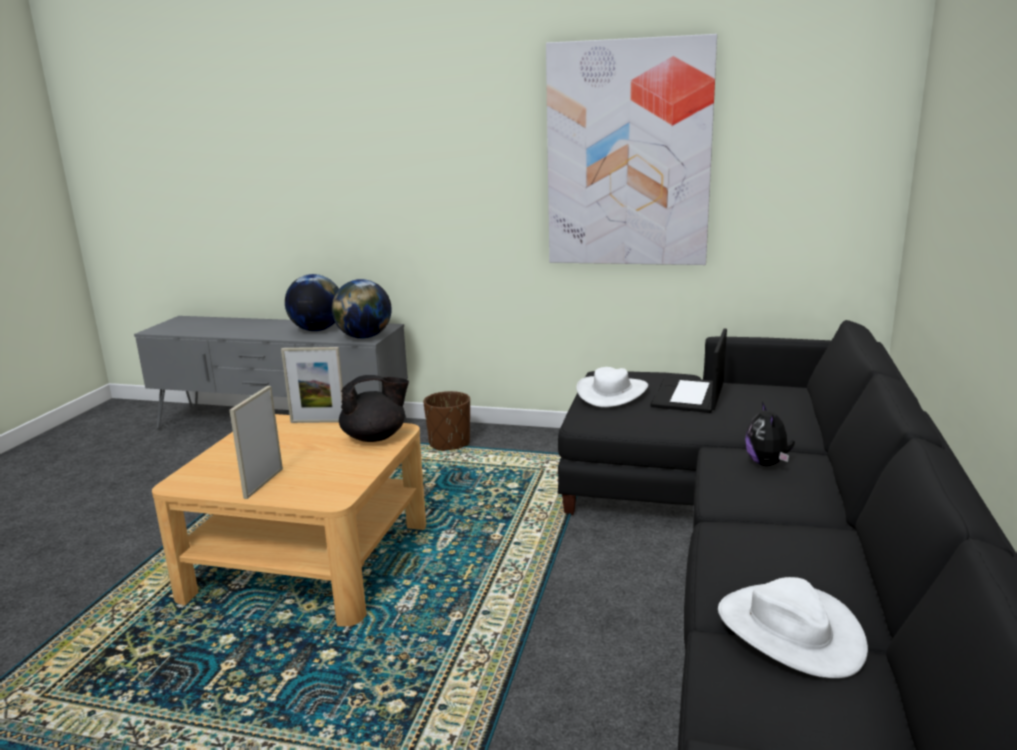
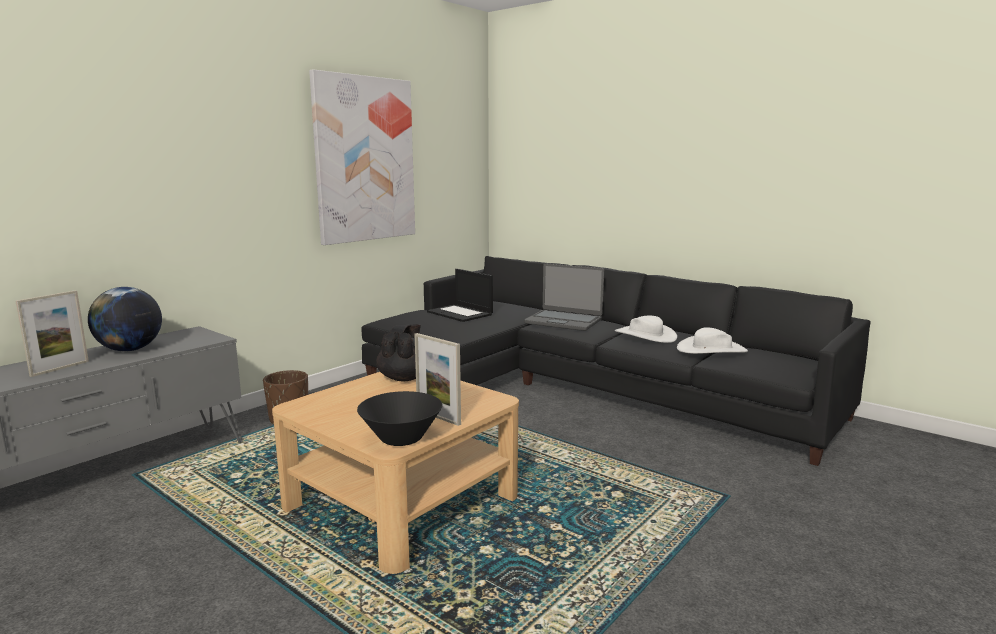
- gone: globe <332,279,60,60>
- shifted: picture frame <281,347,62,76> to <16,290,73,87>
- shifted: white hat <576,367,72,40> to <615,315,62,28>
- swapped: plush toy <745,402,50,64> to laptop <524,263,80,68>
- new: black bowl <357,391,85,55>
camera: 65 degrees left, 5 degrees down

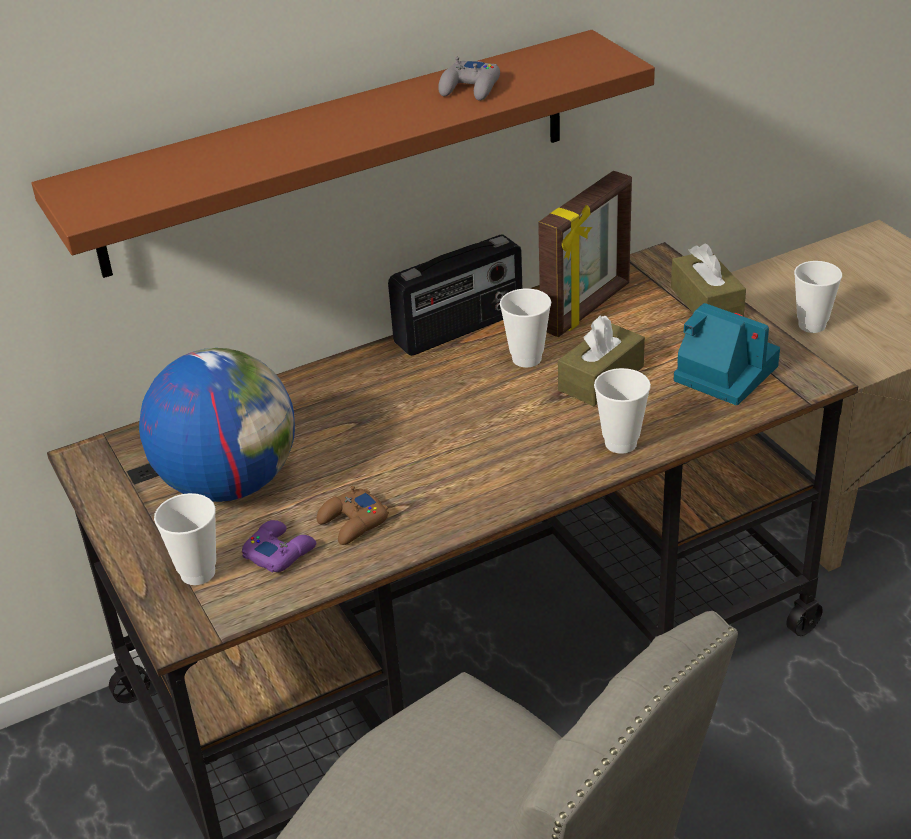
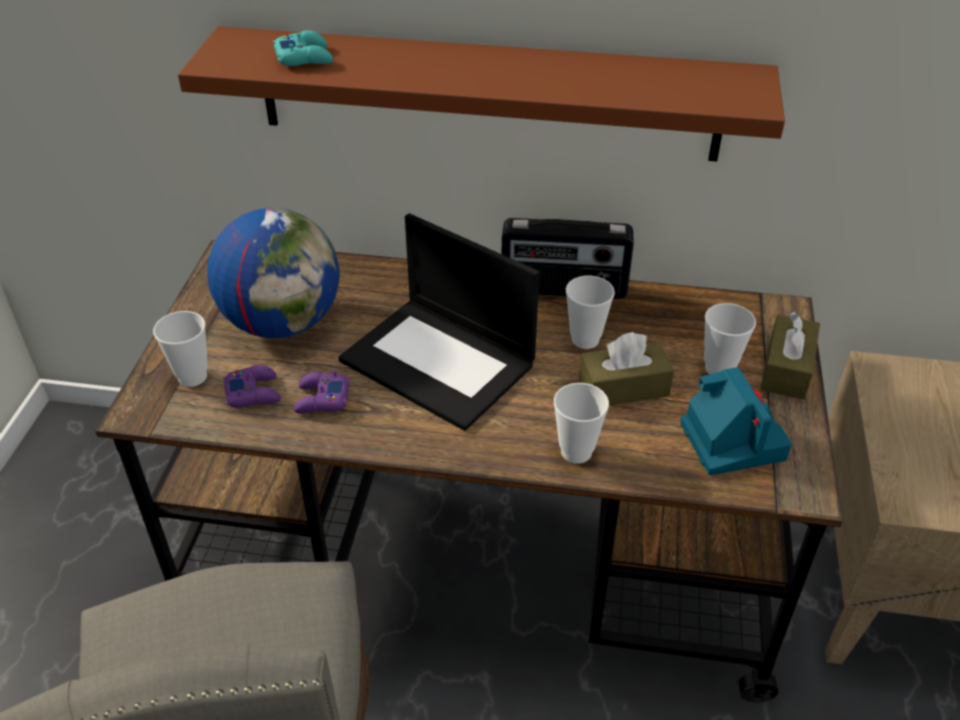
- gone: grey game controller <438,57,62,43>
- gone: picture frame <538,171,94,166>
- shifted: cup <794,261,48,72> to <704,303,52,71>
- repainted: brown game controller <317,486,72,59> to purple game controller <294,370,56,44>
- new: turquoise game controller <273,30,60,36>
- new: laptop <338,213,201,218>
camera: 35 degrees right, 5 degrees up

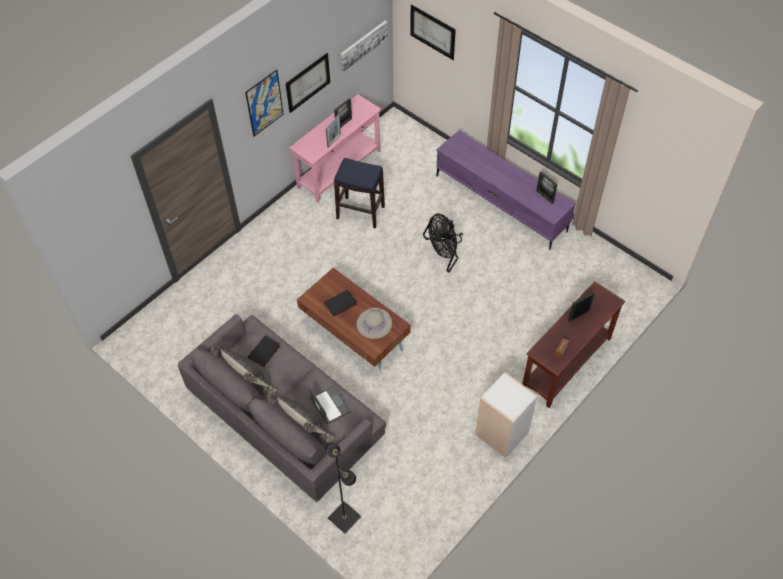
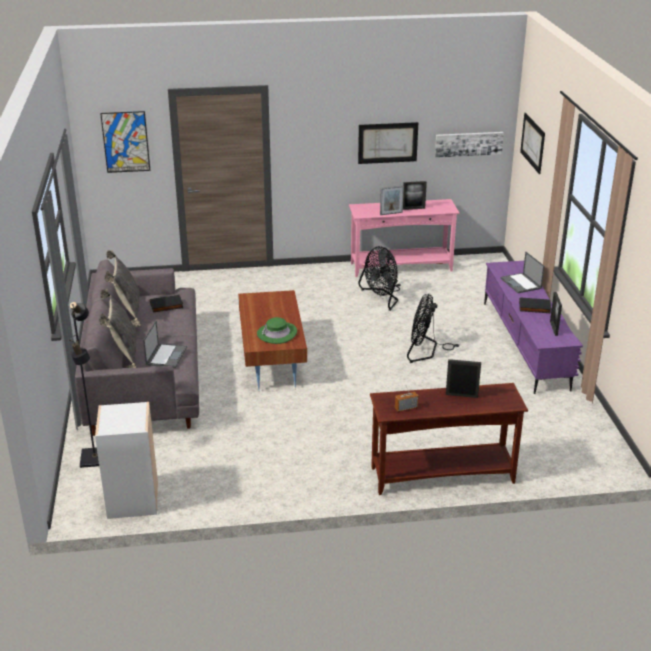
- shifted: picture <245,70,39,66> to <100,111,50,62>
- swapped: stool <334,158,51,71> to black fan <359,246,41,65>
- shifted: black book <324,290,33,27> to <519,298,32,15>
- repainted: beige hat <357,308,35,31> to green hat <257,317,40,27>
- shifted: bookcase <475,372,62,86> to <95,402,63,117>
- new: laptop <500,252,44,41>
camera: 40 degrees right, 25 degrees down

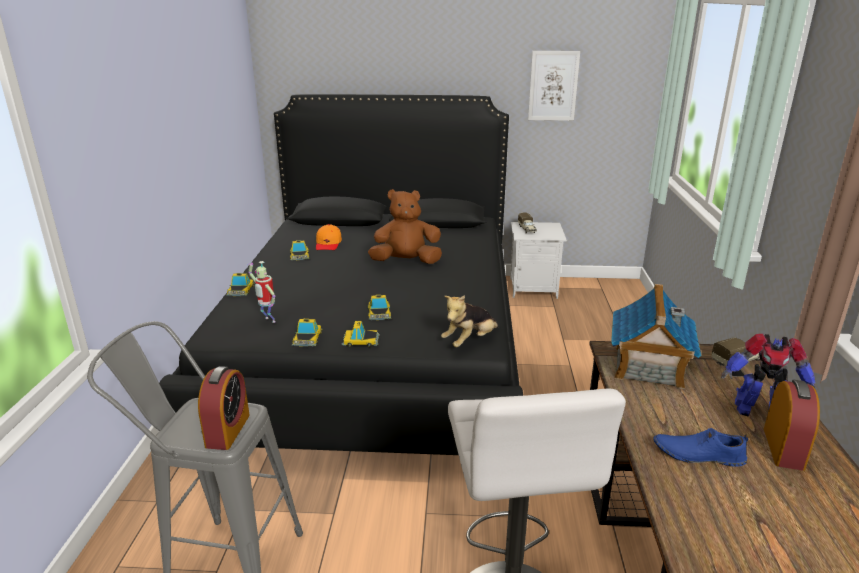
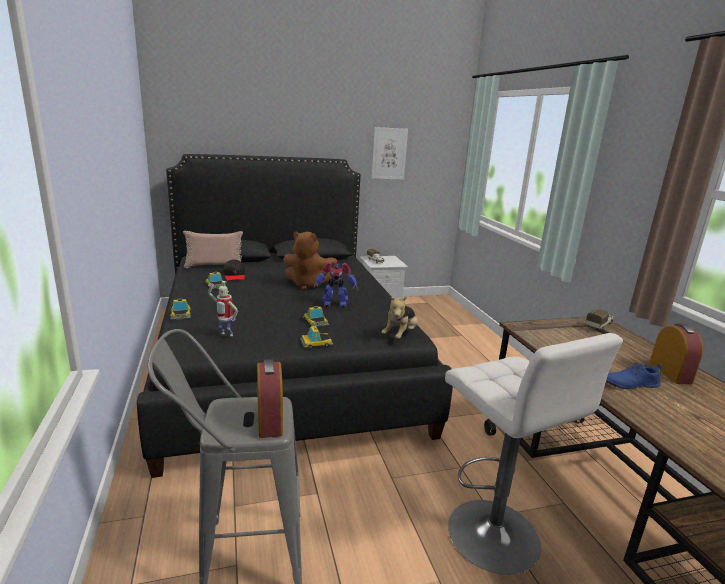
- rotated: brown plush toy <368,189,74,75> = <283,232,54,59> 135 degrees counterclockwise
- repainted: orange cap <316,224,26,26> to black cap <223,259,22,22>
- gone: toy house <611,284,90,105>
- gone: toy car <292,319,30,28>
- shifted: toy robot <721,334,96,83> to <314,262,44,45>
- new: beige pillow <183,231,60,37>
camera: 20 degrees left, 5 degrees down

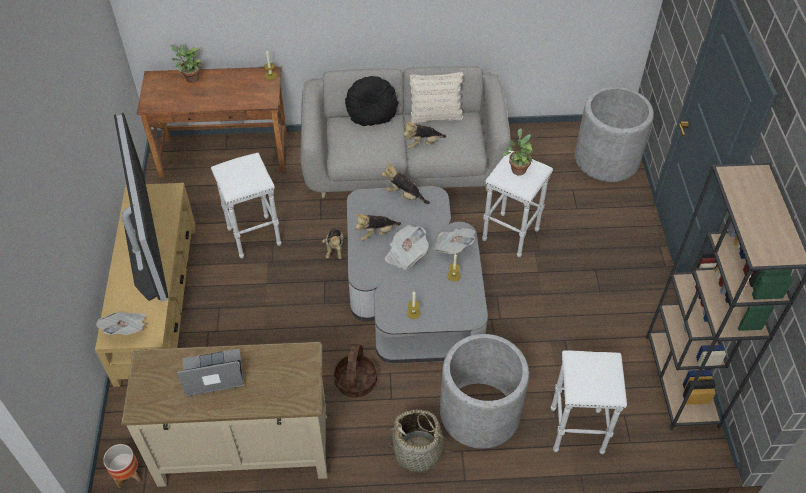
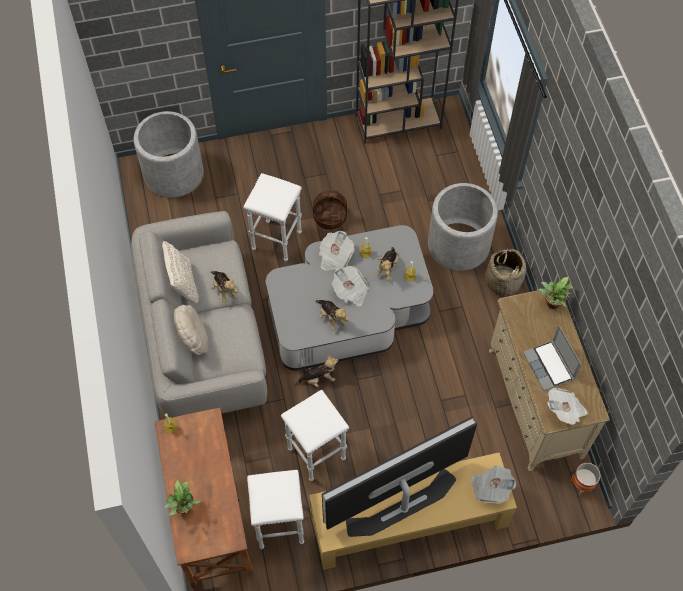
- repainted: black pillow <345,76,53,50> to beige pillow <174,305,35,50>
- shifted: potted plant <503,128,31,48> to <538,277,35,32>
- shifted: plush toy <381,162,49,42> to <376,247,22,34>
- shifted: basket <334,344,43,53> to <313,191,34,39>
- shifted: white stool <551,350,76,104> to <247,470,57,79>
- new: newspaper <547,388,41,37>
camera: 100 degrees left, 10 degrees up

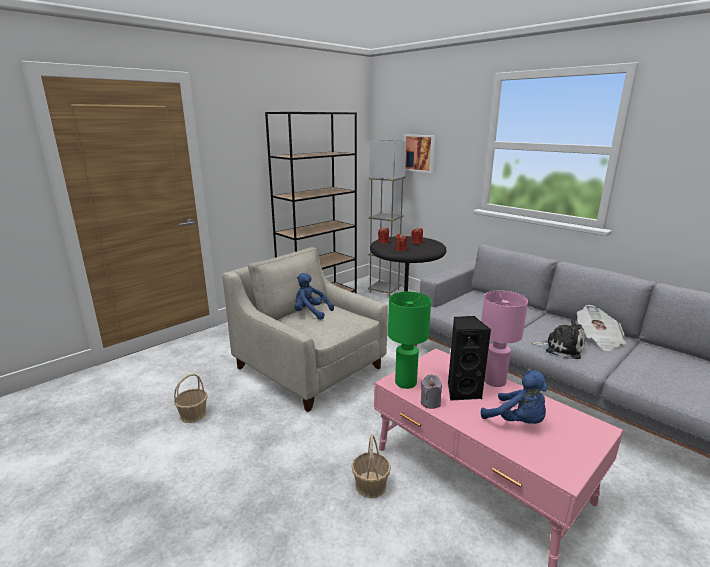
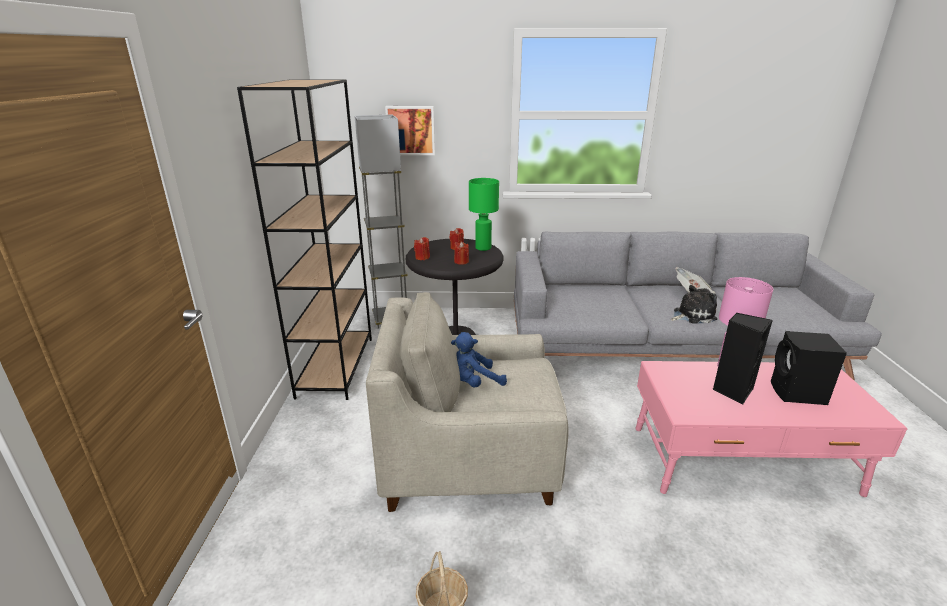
- shifted: green table lamp <388,291,43,98> to <469,178,30,73>
- swapped: blue plush toy <481,370,67,54> to black speaker <771,331,76,74>
- gone: grey candle <421,374,21,35>
- gone: basket <352,434,39,64>
camera: 45 degrees left, 5 degrees up

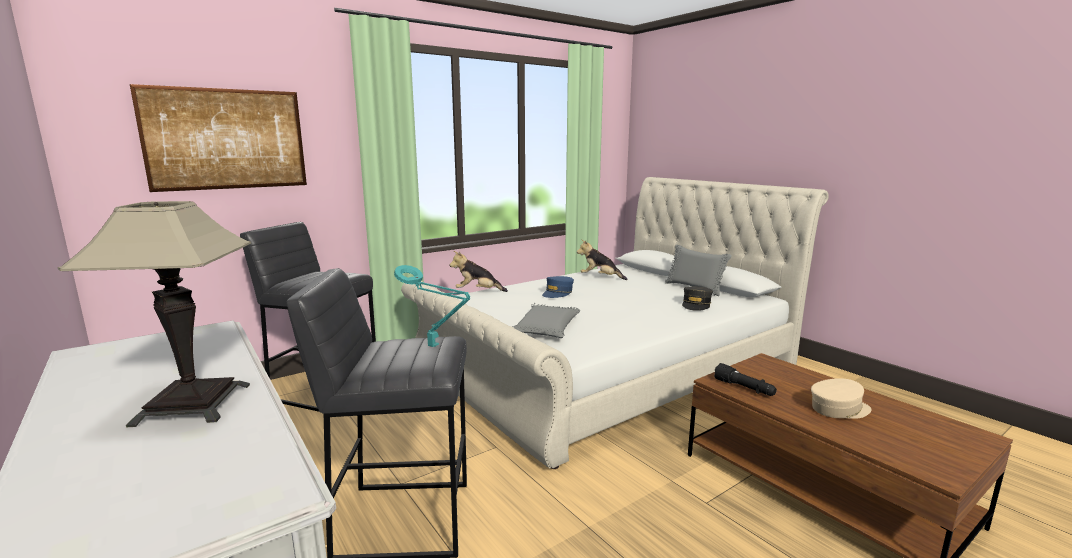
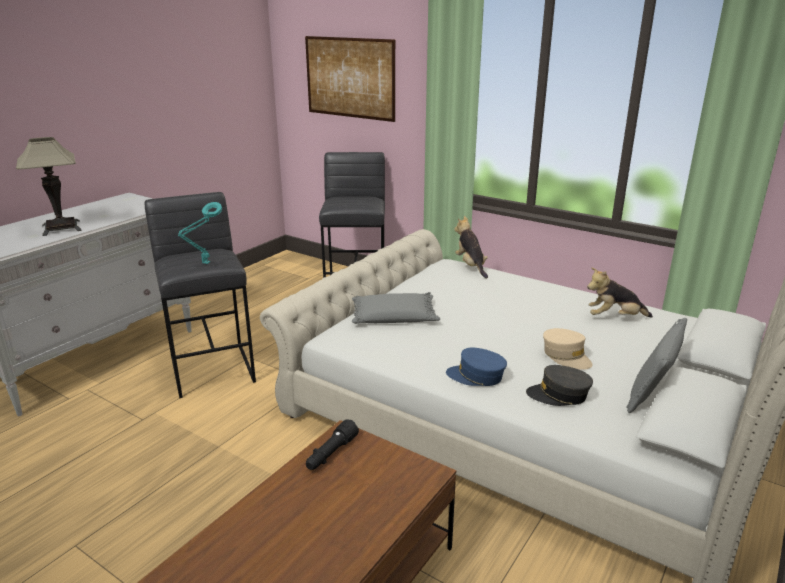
- rotated: plush toy <577,240,50,40> = <587,267,66,51> 90 degrees counterclockwise
- shifted: blue cap <542,276,32,22> to <446,348,61,38>
- shifted: beige cap <811,378,61,41> to <543,328,50,42>
camera: 70 degrees right, 10 degrees up

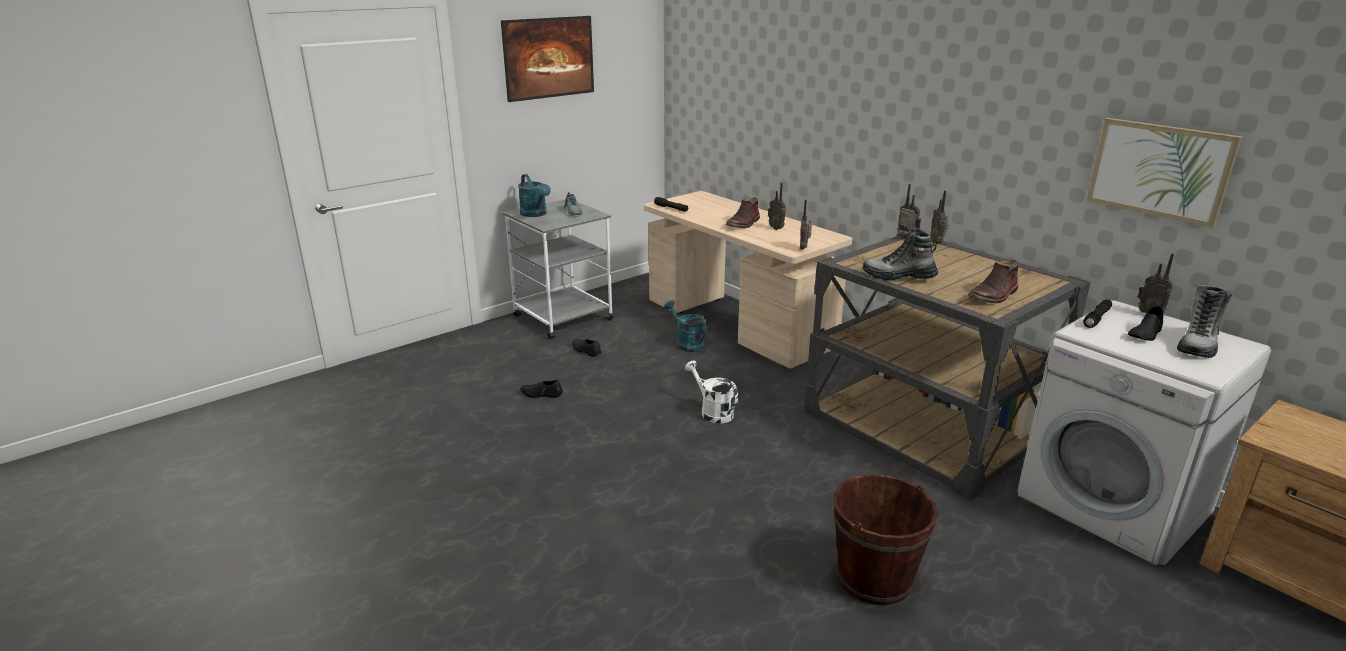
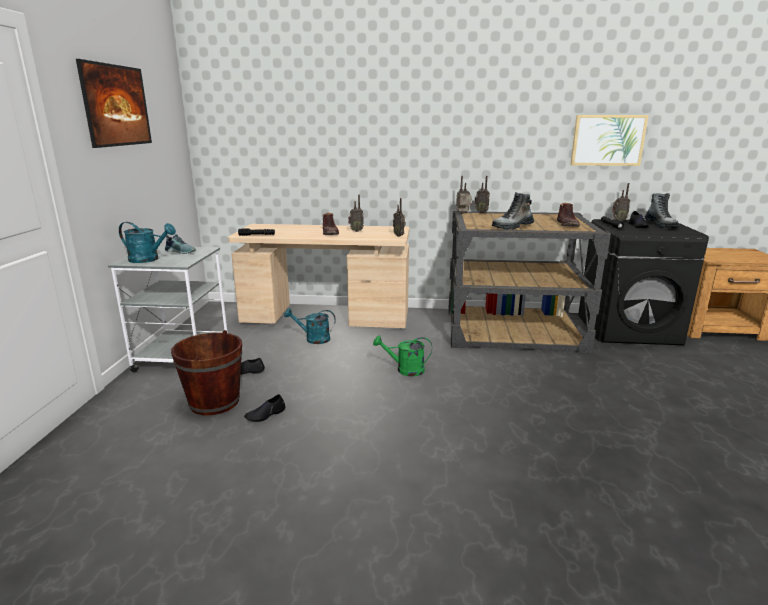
- repainted: white washing machine <1017,300,254,266> to black washing machine <578,219,131,126>
- repainted: white watering can <685,360,53,64> to green watering can <373,335,59,42>
- shifted: brown bucket <833,474,105,131> to <171,330,71,85>
camera: 45 degrees left, 5 degrees down

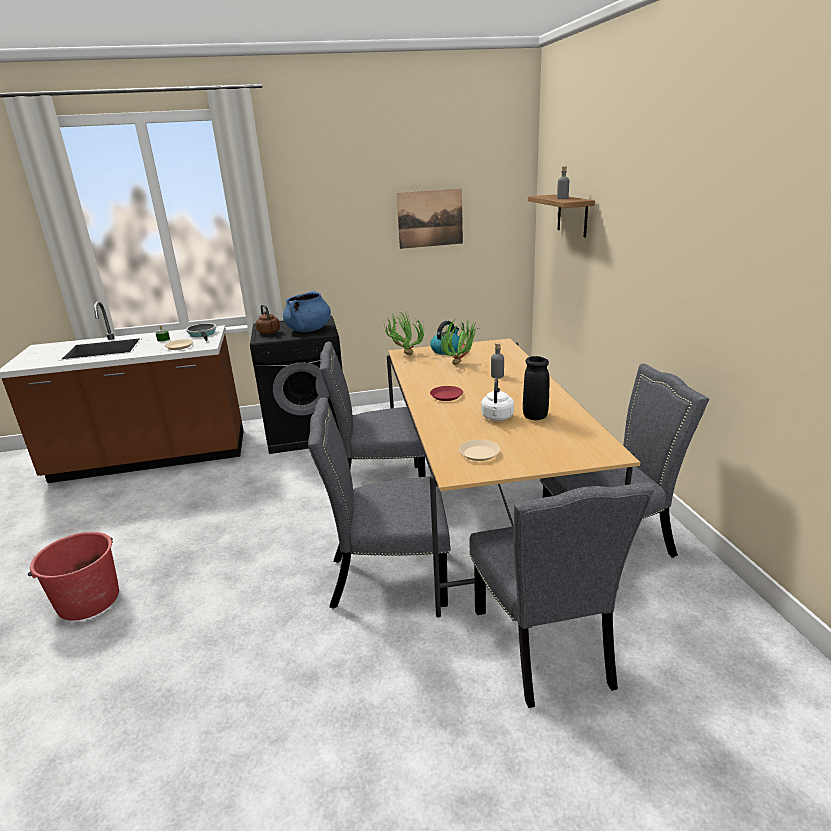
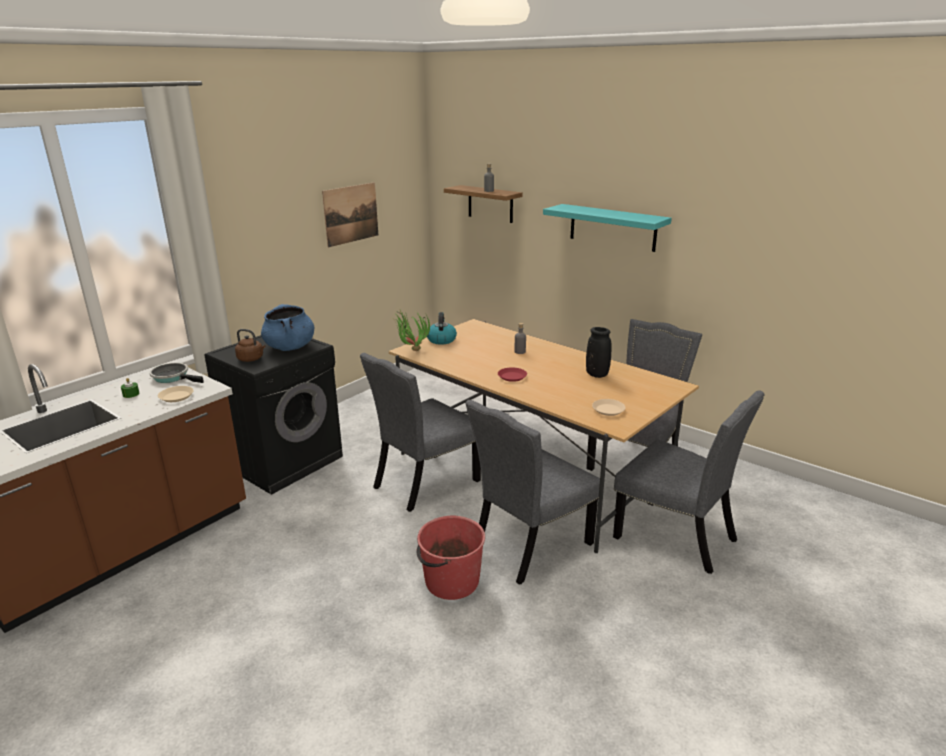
- gone: potted plant <441,318,37,47>
- gone: white kettle <481,378,33,43>
- shifted: red bucket <28,532,91,89> to <416,516,69,84>
- new: turquoise shelf <543,204,129,48>
camera: 40 degrees left, 0 degrees up

